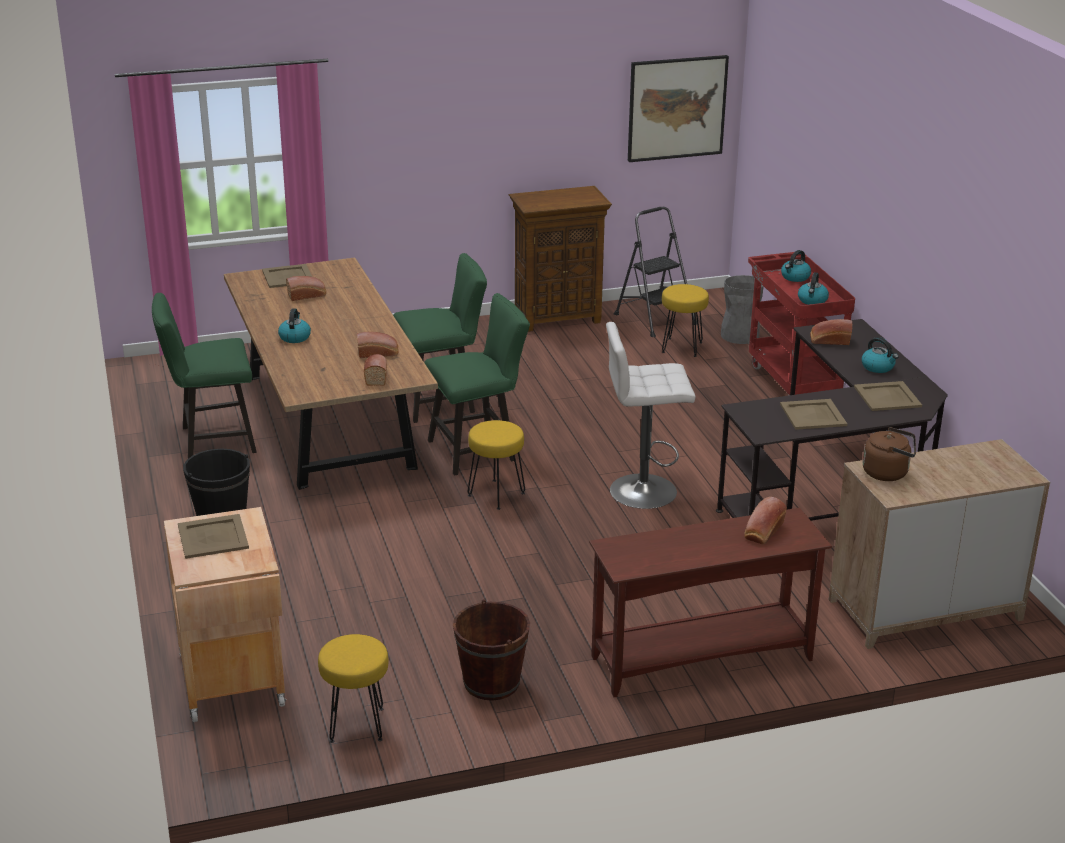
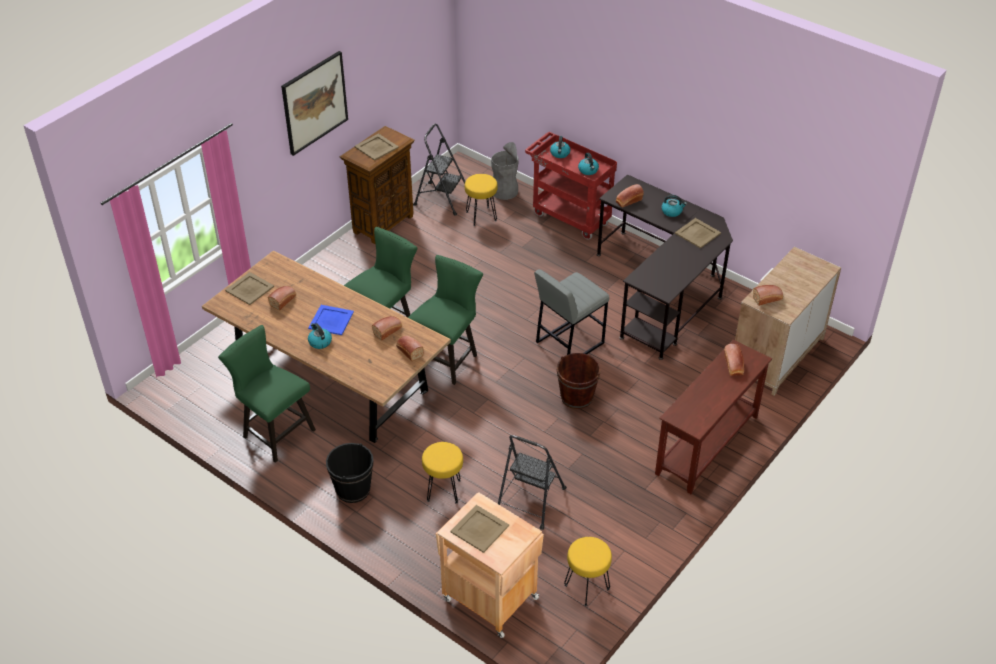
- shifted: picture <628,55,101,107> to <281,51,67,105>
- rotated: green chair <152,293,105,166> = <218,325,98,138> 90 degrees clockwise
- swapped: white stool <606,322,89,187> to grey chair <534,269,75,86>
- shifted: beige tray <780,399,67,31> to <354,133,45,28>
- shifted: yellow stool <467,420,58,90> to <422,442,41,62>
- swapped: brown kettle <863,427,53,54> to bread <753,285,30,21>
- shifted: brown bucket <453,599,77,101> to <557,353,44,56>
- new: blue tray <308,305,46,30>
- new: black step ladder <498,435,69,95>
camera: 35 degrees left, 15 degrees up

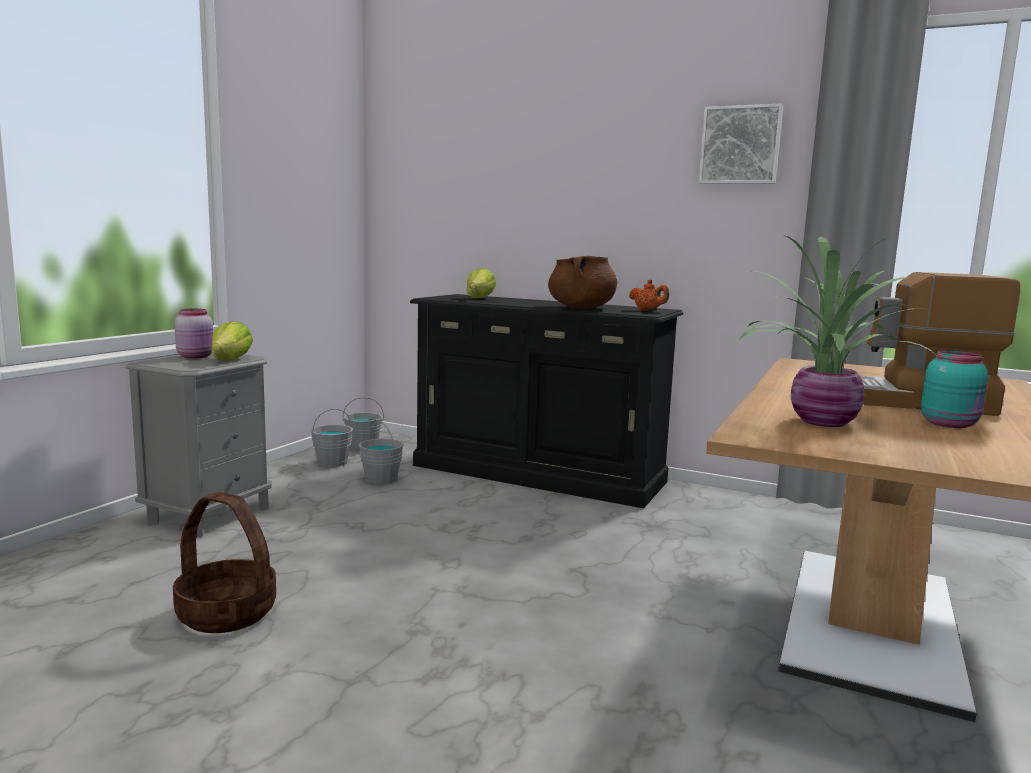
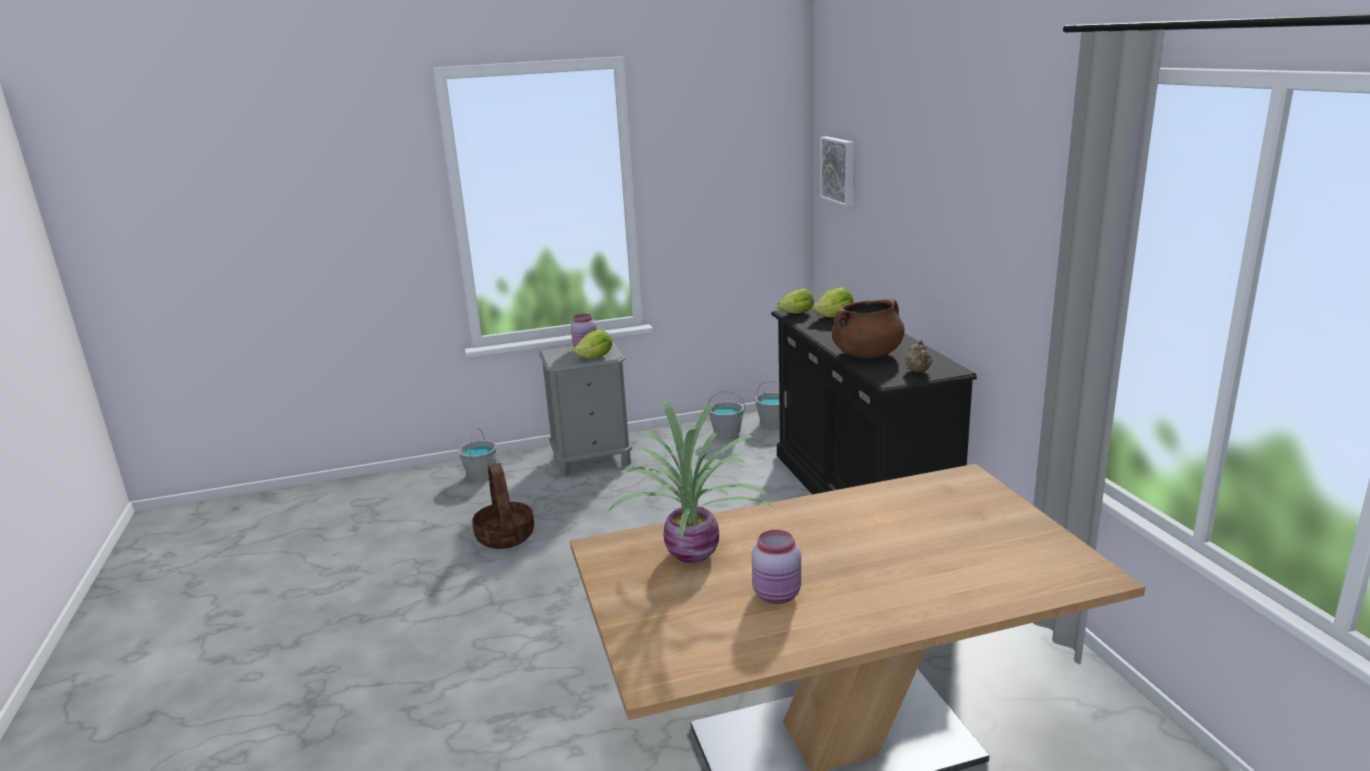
- shifted: picture <699,103,84,81> to <820,136,34,71>
- gone: coffee machine <860,272,160,144>
- repainted: orange teapot <629,279,40,32> to beige teapot <905,340,27,33>
- repainted: turquoise jar <921,350,67,78> to pink jar <752,530,49,74>
- shifted: grey bucket <359,422,44,62> to <458,428,39,55>
- new: lettuce <777,289,37,24>
camera: 50 degrees right, 10 degrees up

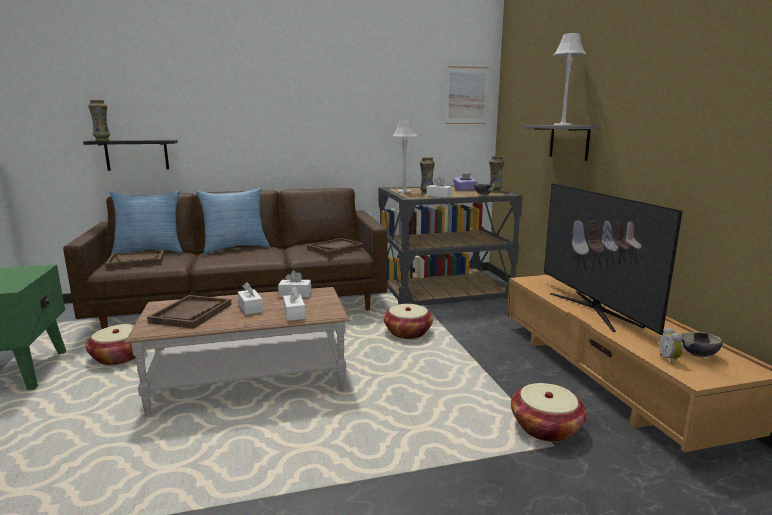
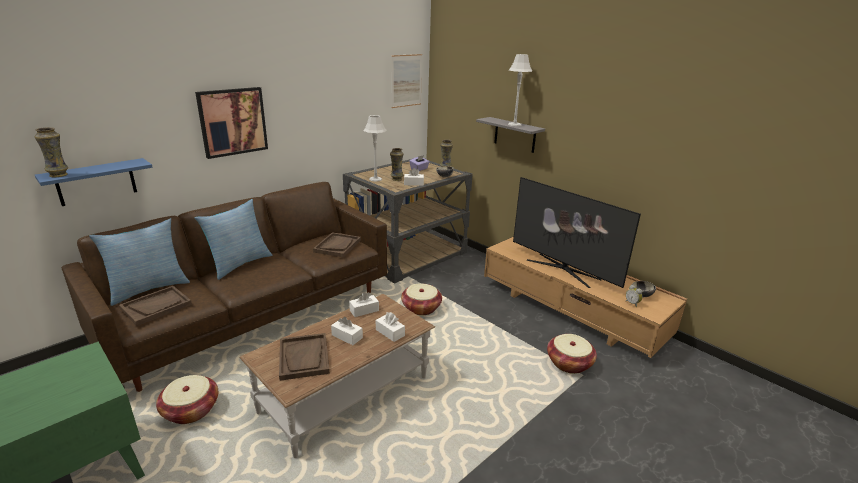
- repainted: black shelf <83,140,95,31> to blue shelf <35,158,118,48>
- new: picture <195,87,73,72>
camera: 30 degrees left, 10 degrees up

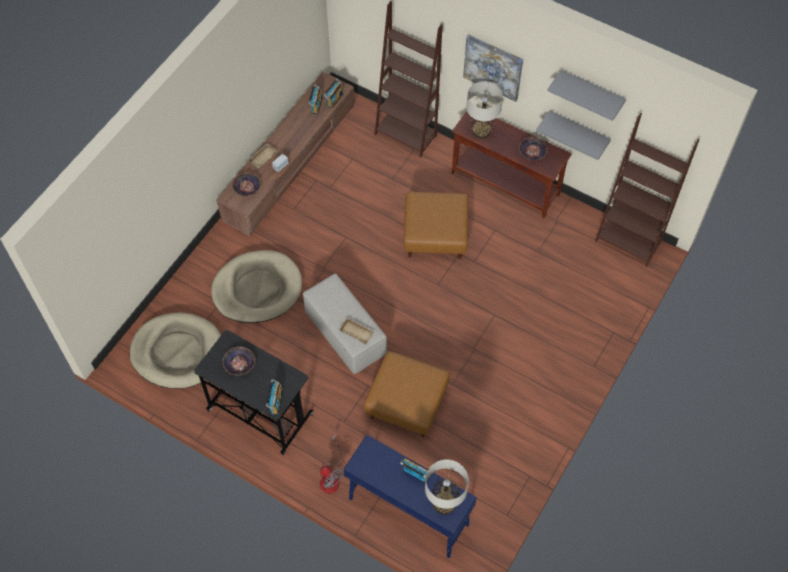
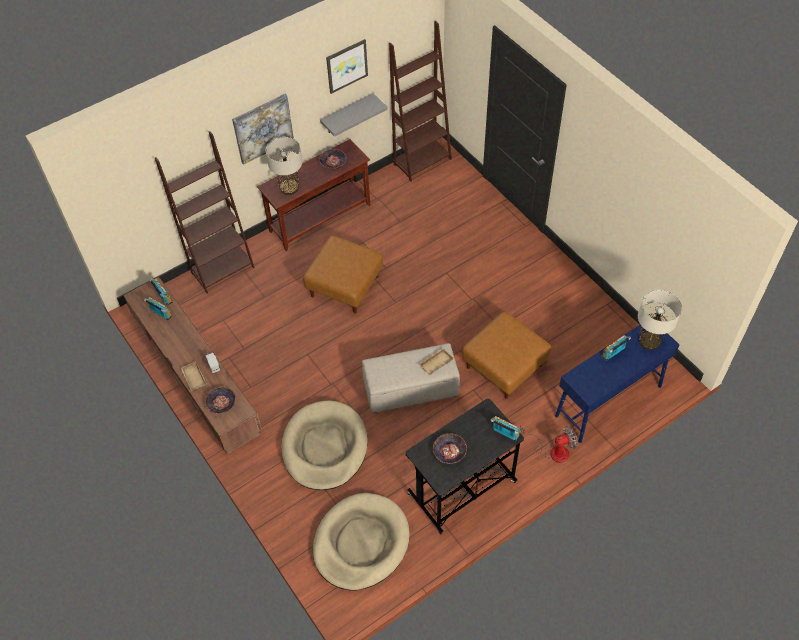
- swapped: grey shelf <547,69,79,52> to picture <326,39,42,55>
camera: 65 degrees left, 5 degrees down

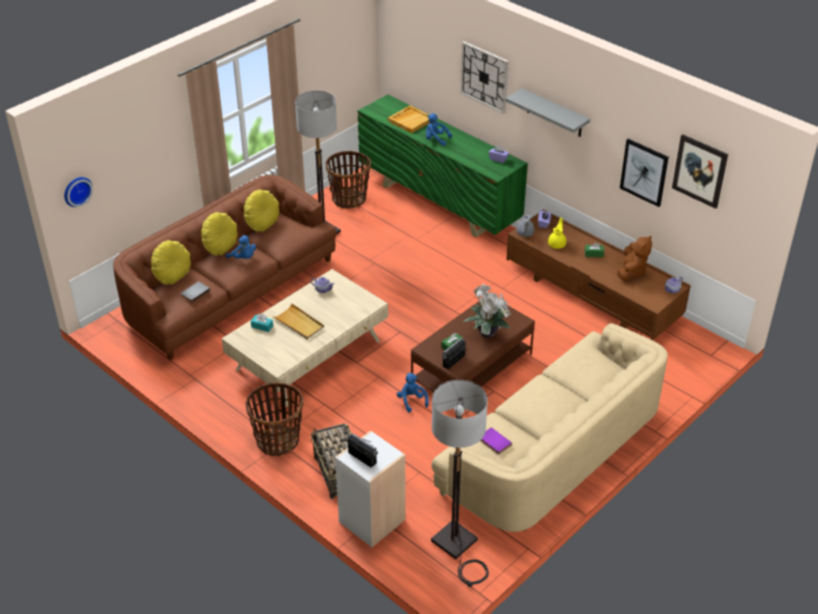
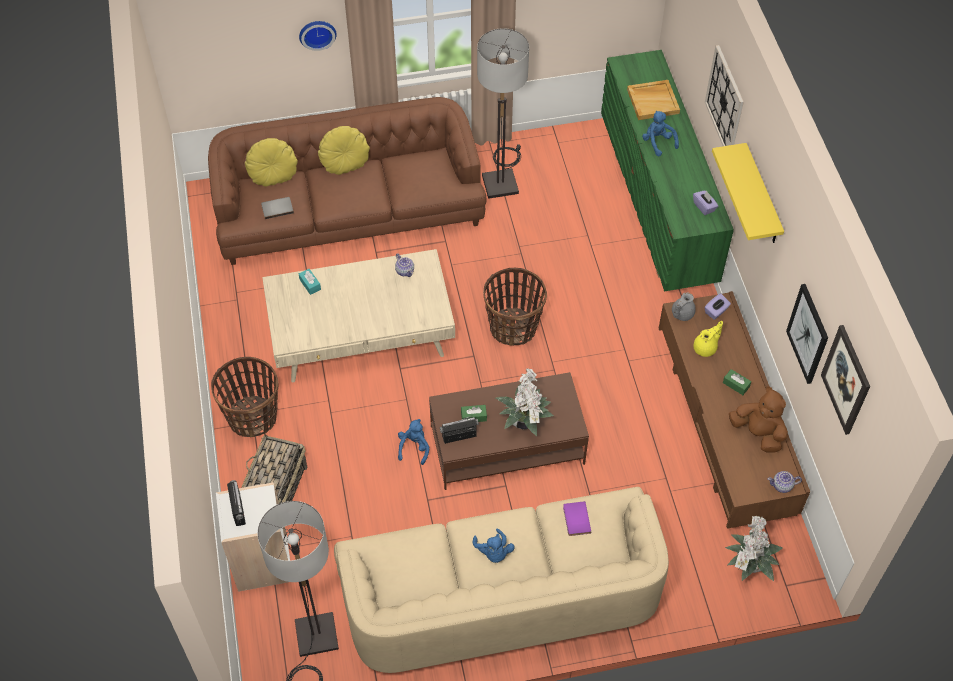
- repainted: grey shelf <505,88,85,49> to yellow shelf <712,143,72,100>
- shifted: basket <325,151,46,58> to <483,268,64,78>
- shifted: wall clock <64,177,29,30> to <299,21,38,30>
- gone: yellow pillow <244,190,35,42>
- shifted: blue plush toy <226,235,30,24> to <473,529,42,34>
- rotated: brown plush toy <617,236,35,44> = <729,386,59,67> 105 degrees counterclockwise
- gone: beige tray <272,303,52,36>
- shifted: purple book <480,427,32,27> to <563,501,29,35>
- new: potted plant <725,516,58,65>
camera: 35 degrees right, 15 degrees up

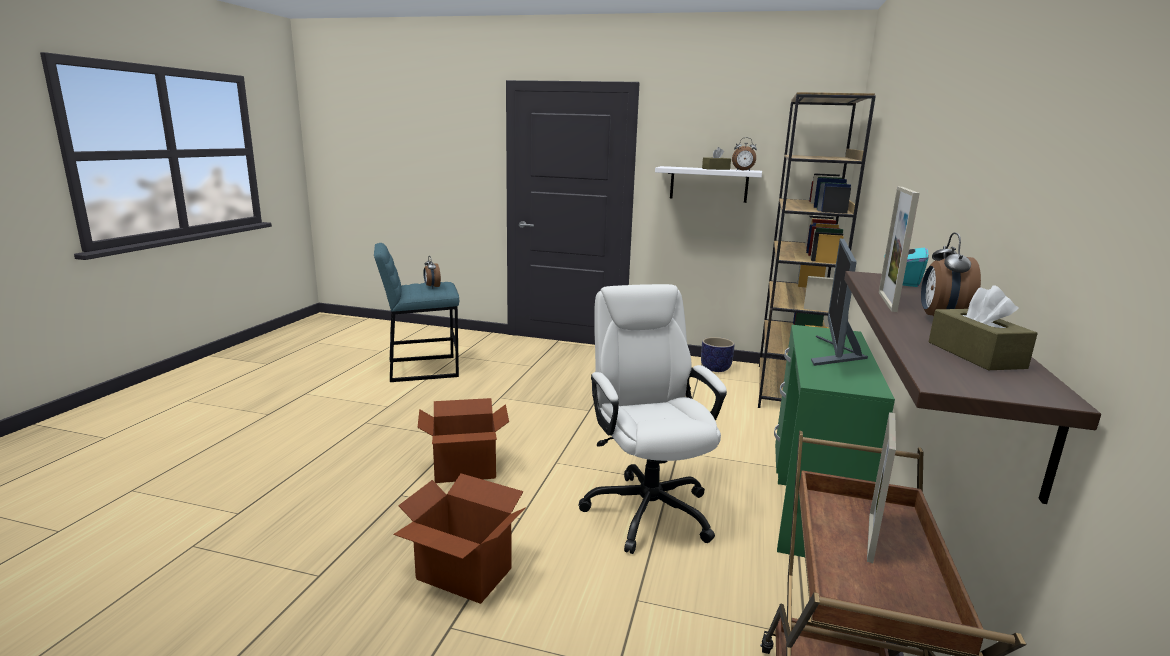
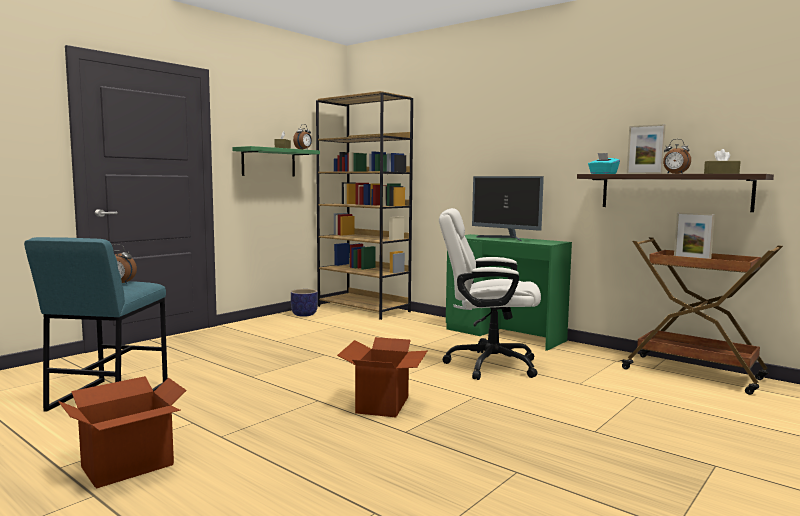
- repainted: white shelf <655,166,107,37> to green shelf <232,146,88,31>
- shifted: cardboard box <393,474,133,130> to <58,376,129,113>
camera: 65 degrees left, 10 degrees down

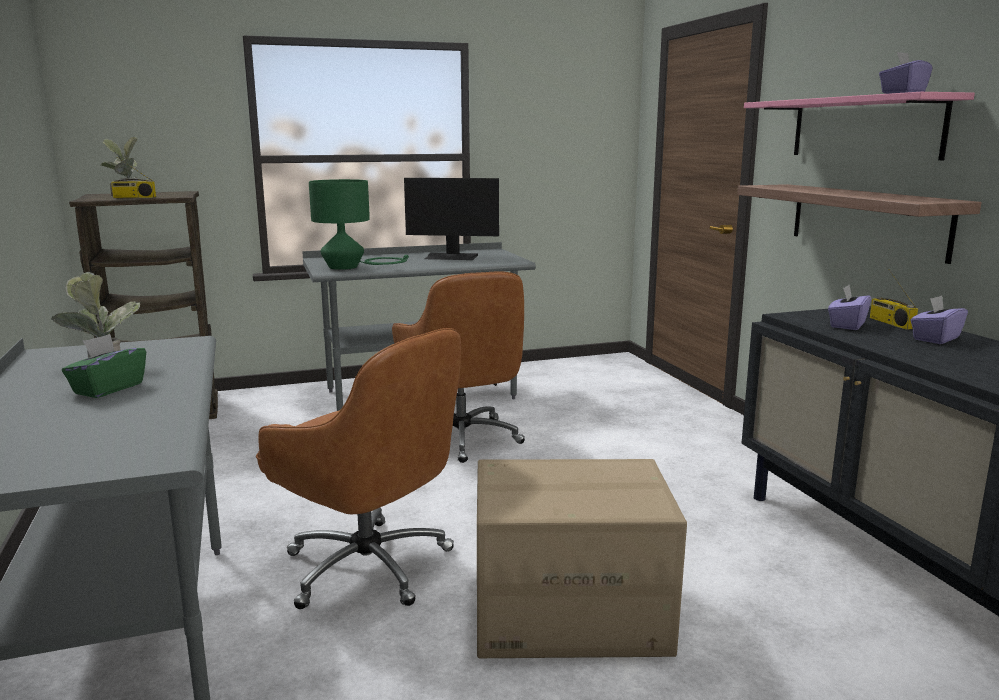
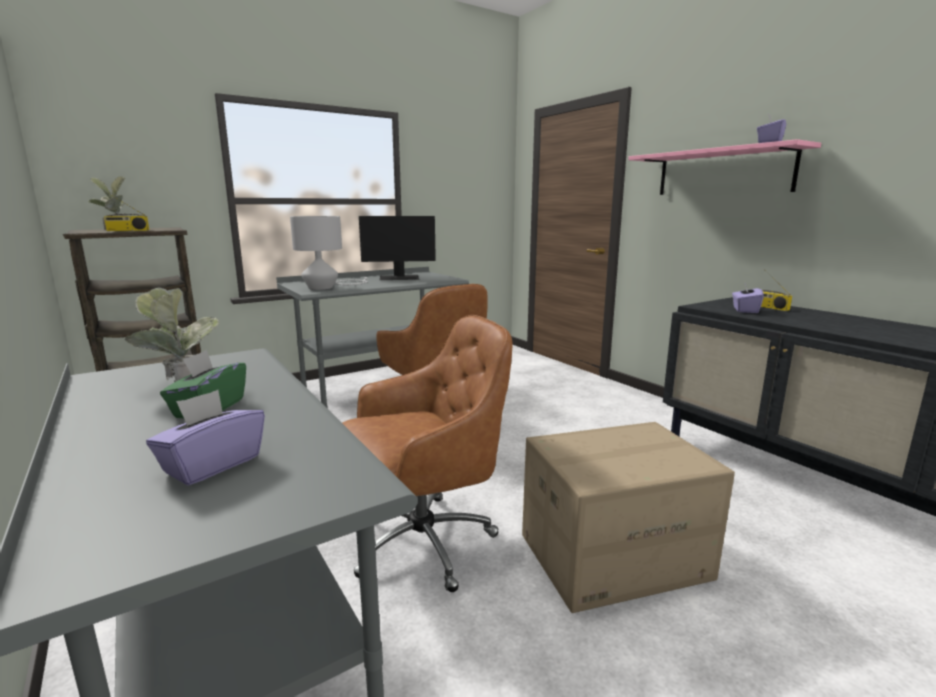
- repainted: green table lamp <309,179,100,91> to grey table lamp <290,216,78,74>
- gone: shelf <737,184,245,80>
- shifted: purple tissue box <910,295,58,49> to <146,390,119,96>
- rotated: brown office chair <256,328,205,281> = <343,315,170,277> 45 degrees counterclockwise
camera: 15 degrees left, 0 degrees up

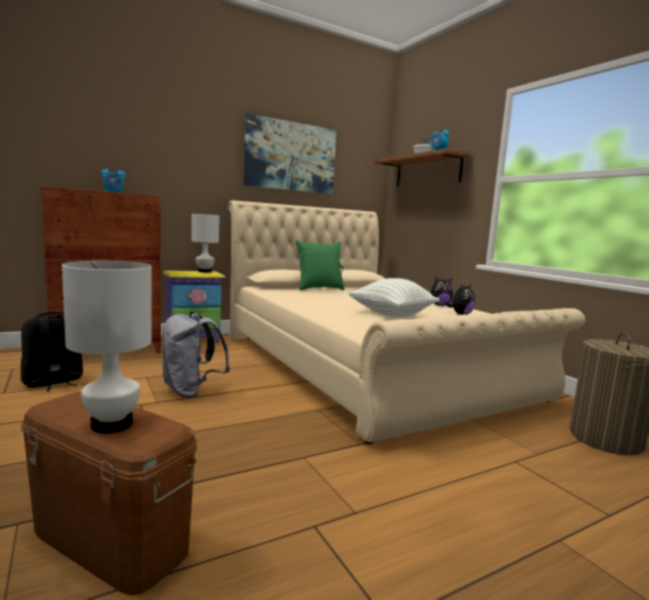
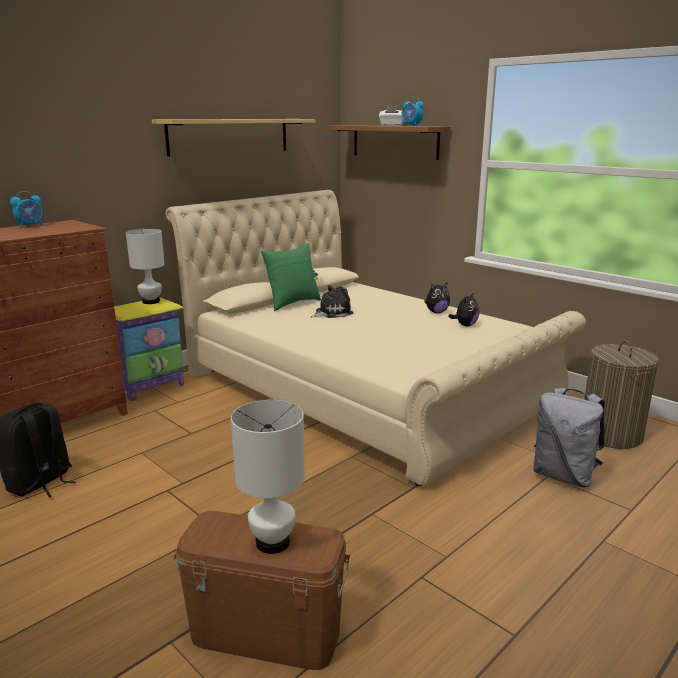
- swapped: picture <244,114,93,80> to shelf <152,119,163,38>
- gone: pillow <348,278,92,39>
- shifted: grey backpack <161,312,69,86> to <533,388,72,99>
- new: plush toy <310,285,43,33>
camera: 15 degrees left, 10 degrees up

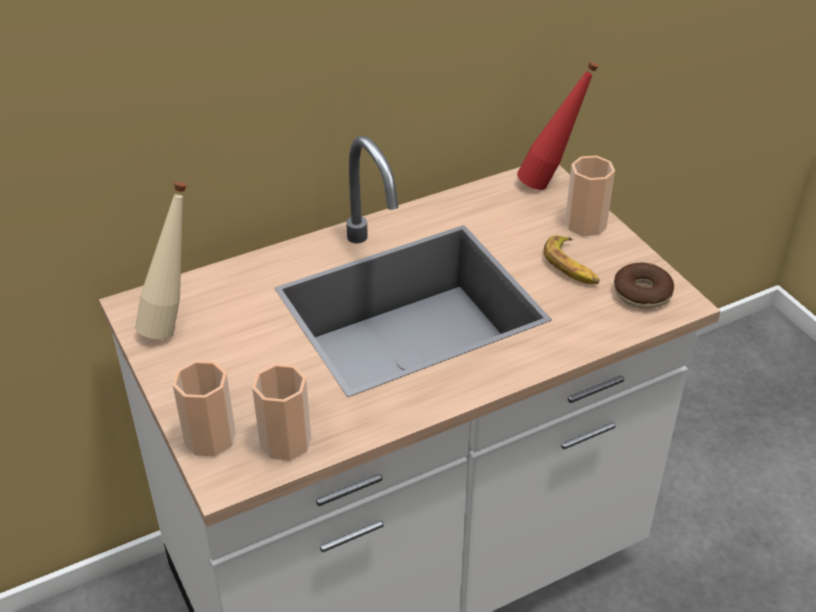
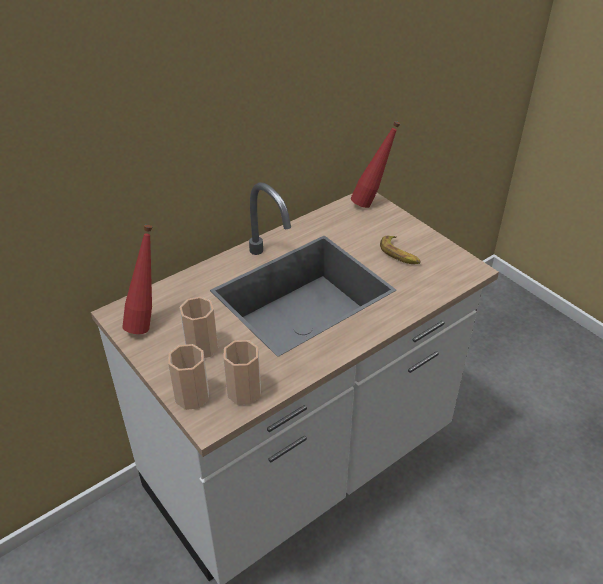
- shifted: cup <565,156,50,80> to <180,297,38,61>
- repainted: beige bottle <135,181,52,158> to red bottle <123,225,29,109>
- gone: donut <614,263,60,46>
camera: 10 degrees left, 0 degrees up

